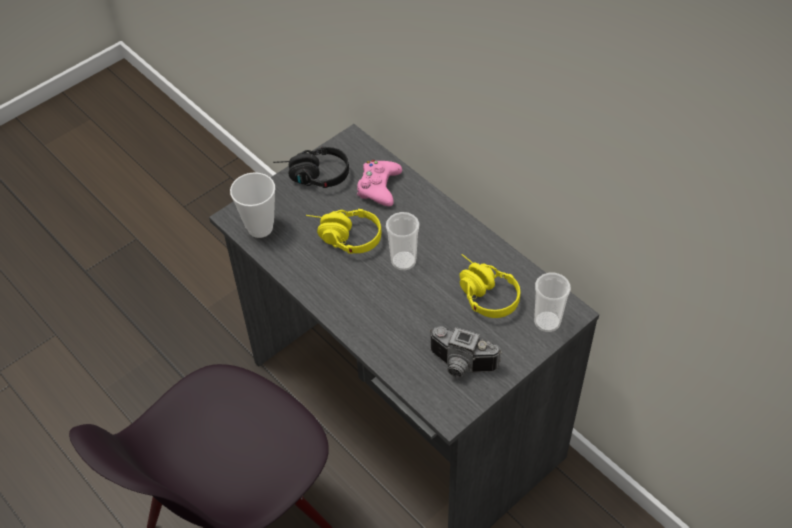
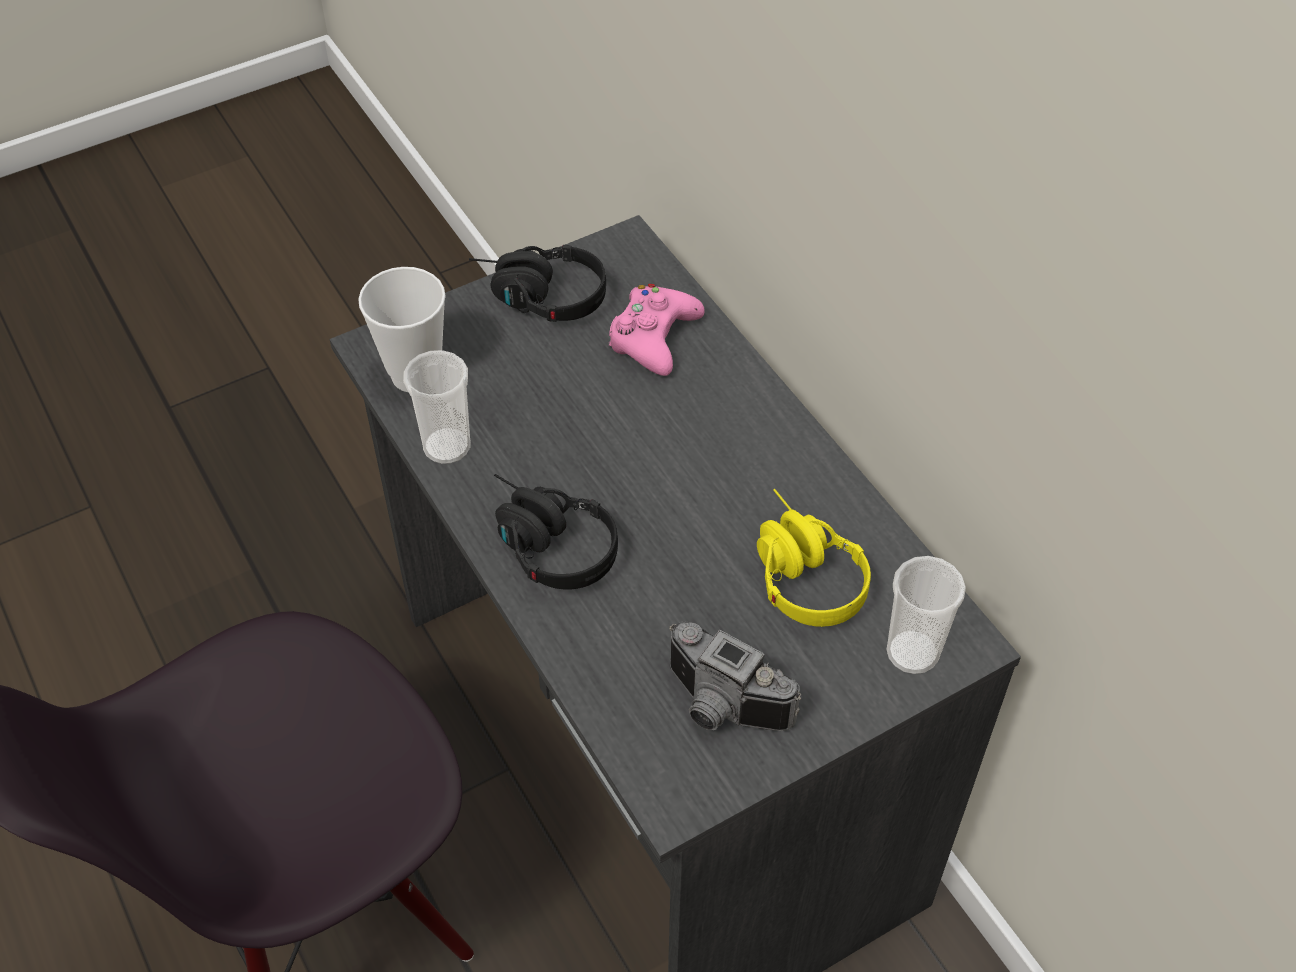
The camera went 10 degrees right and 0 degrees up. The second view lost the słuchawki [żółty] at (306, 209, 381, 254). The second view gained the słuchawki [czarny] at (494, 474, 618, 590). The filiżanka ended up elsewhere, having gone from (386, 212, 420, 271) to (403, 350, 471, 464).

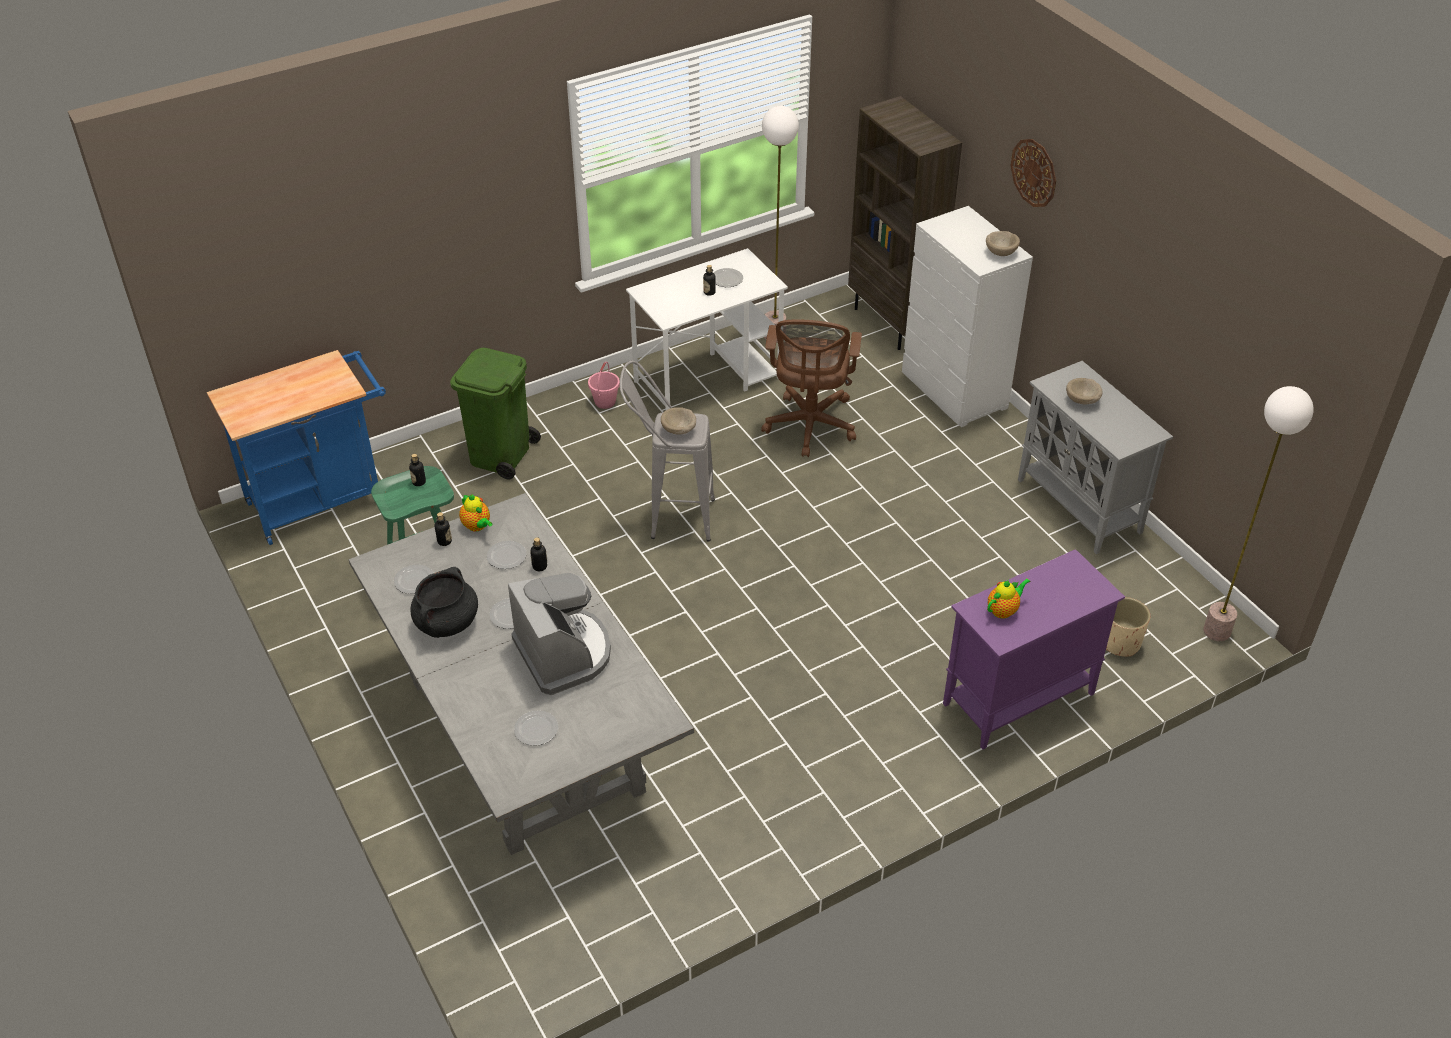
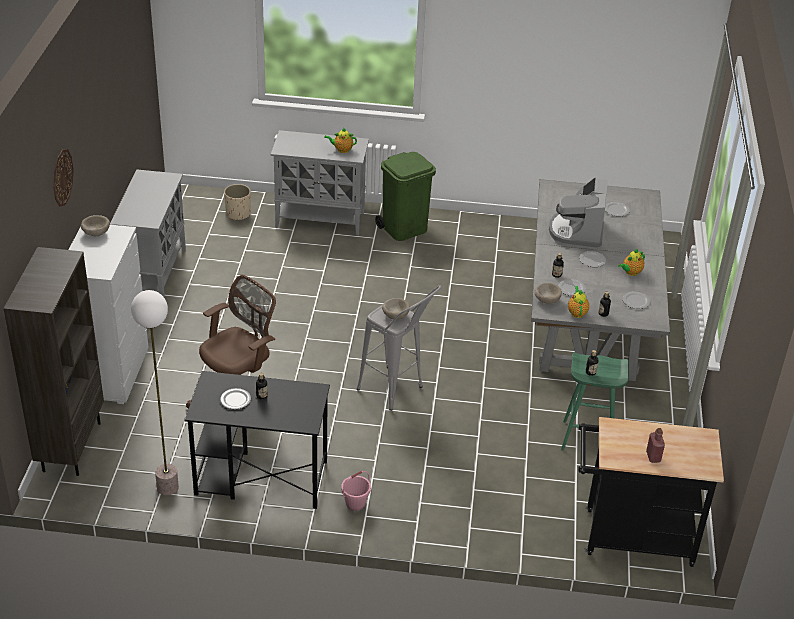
The camera went 145 degrees left and 5 degrees down. The second view lost the lampa stojąca at (1203, 386, 1314, 641). The second view gained the butelka [czerwony] at (646, 428, 665, 463). The kosz na śmieci [zielony] ended up elsewhere, having gone from (450, 348, 541, 479) to (375, 152, 436, 241). The miska [beżowy] ended up elsewhere, having gone from (1066, 378, 1103, 405) to (534, 283, 562, 304). Where the garnek [czarny] stood at (410, 567, 478, 638), the imbryk came to stand at (618, 249, 645, 276). What was the wózek [niebieski] at (207, 350, 386, 545) turned into the wózek [czarny] at (579, 417, 724, 567). What was the biurko [biały] at (626, 248, 788, 411) turned into the biurko [czarny] at (185, 371, 330, 509). What was the szafka [fioletowy] at (943, 549, 1125, 749) turned into the szafka [szary] at (271, 130, 369, 235).

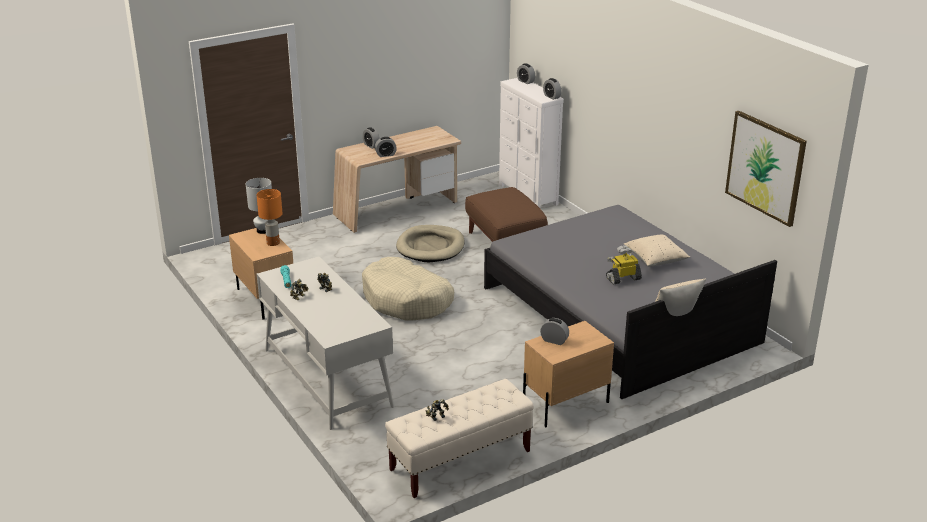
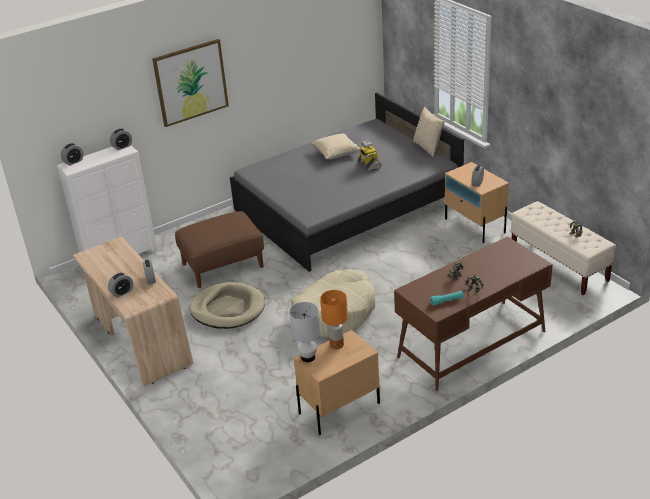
The camera went 90 degrees left and 5 degrees up. The obraz ended up elsewhere, having gone from (725, 111, 807, 227) to (152, 39, 229, 127). What was the biurko [biały] at (257, 256, 394, 430) turned into the biurko [brązowy] at (394, 236, 553, 391).

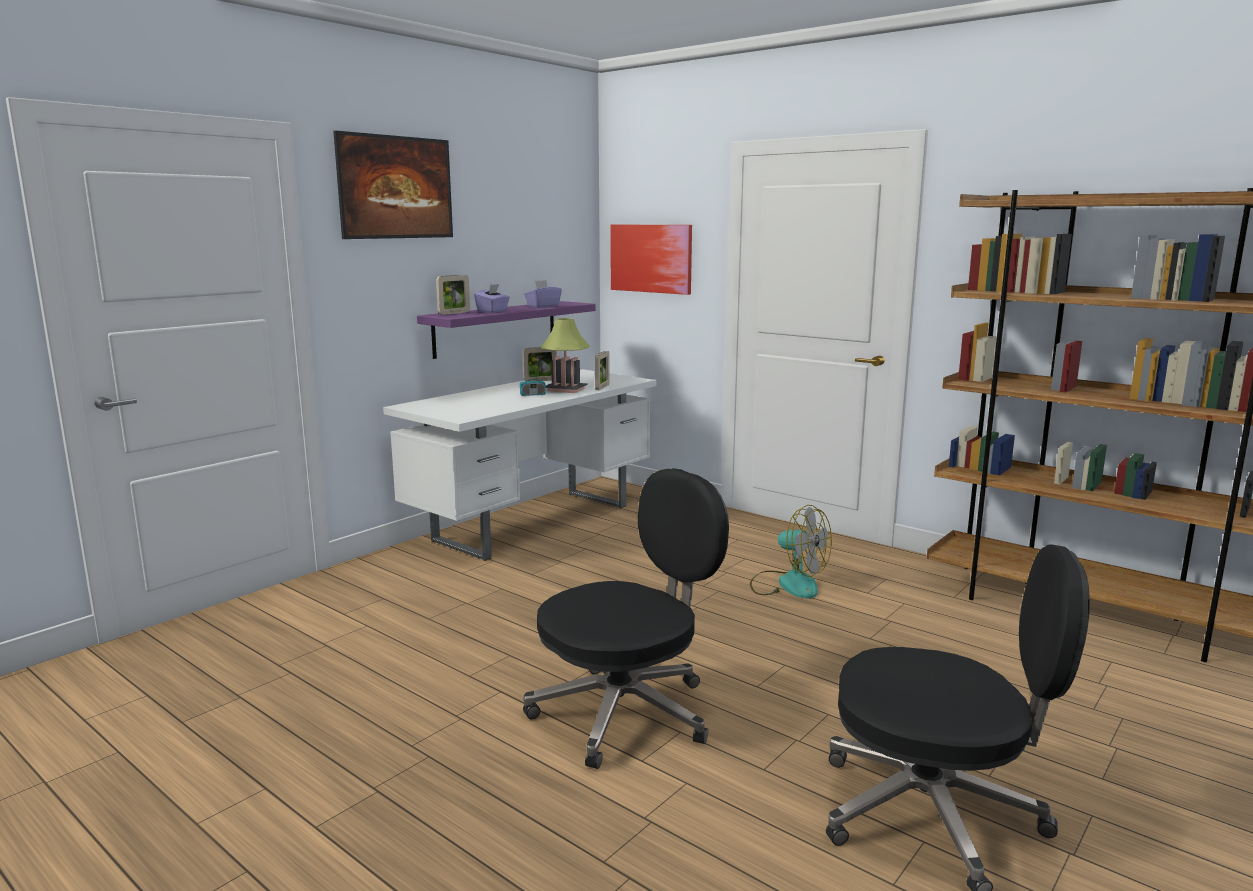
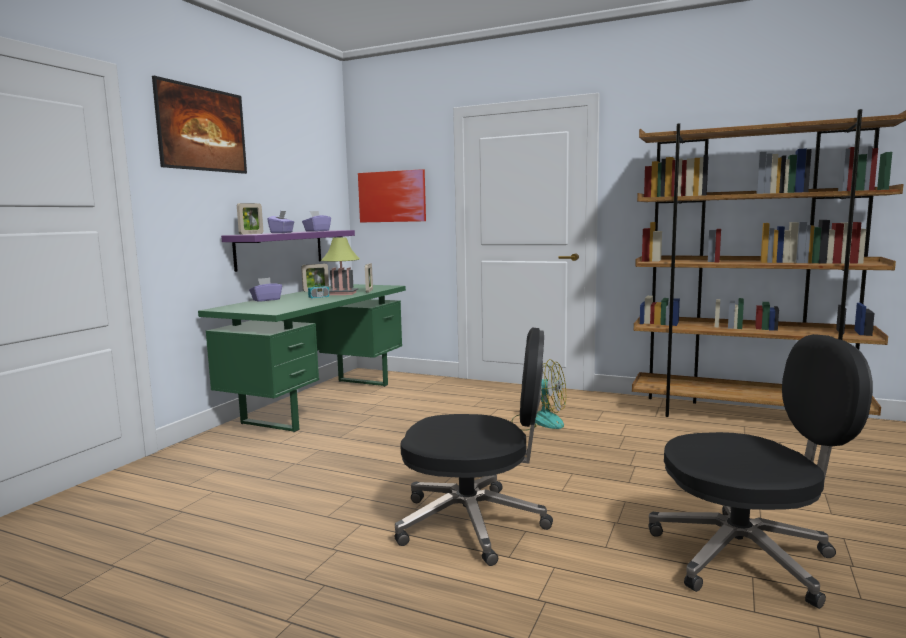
The camera went 15 degrees left and 5 degrees down. The second view gained the pudełko chusteczek [fioletowy] at (249, 278, 282, 302). What was the biurko [biały] at (383, 369, 657, 561) turned into the biurko [zielony] at (198, 284, 406, 432). The krzesło biurowe [czarny] at (523, 468, 729, 769) ended up facing another way, 60 degrees clockwise from before.

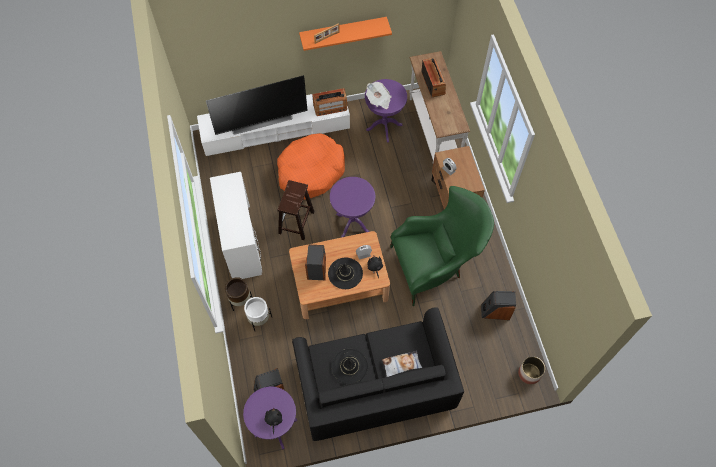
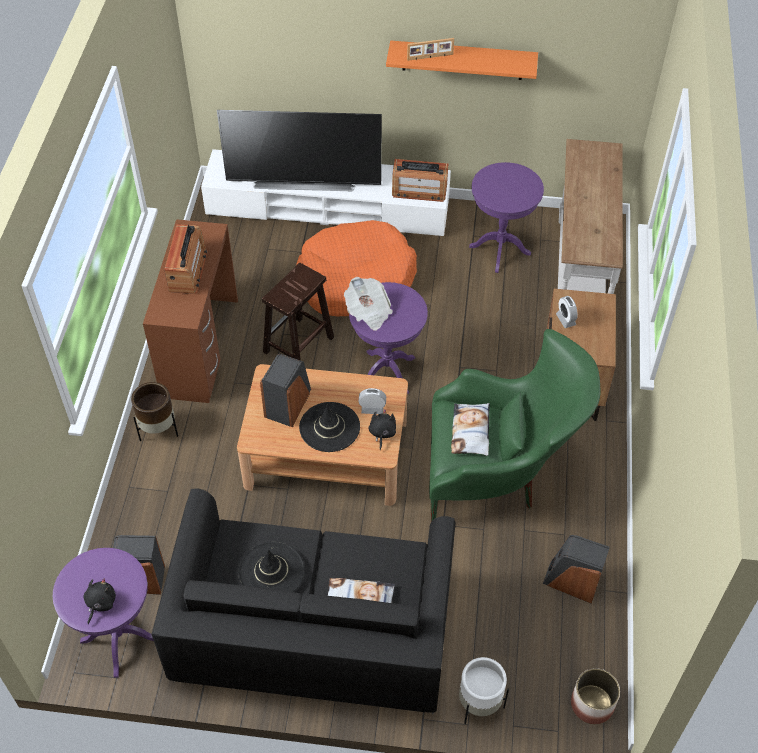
The camera went 20 degrees right and 10 degrees down. The second view gained the poduszka at (451, 403, 490, 456). The donica [biały] ended up elsewhere, having gone from (244, 297, 272, 331) to (459, 657, 509, 724). The gazeta ended up elsewhere, having gone from (366, 82, 392, 109) to (344, 277, 393, 330). The radio ended up elsewhere, having gone from (421, 58, 446, 98) to (164, 224, 208, 294). What was the biurko [biały] at (210, 172, 262, 279) turned into the biurko [brązowy] at (143, 219, 238, 403).

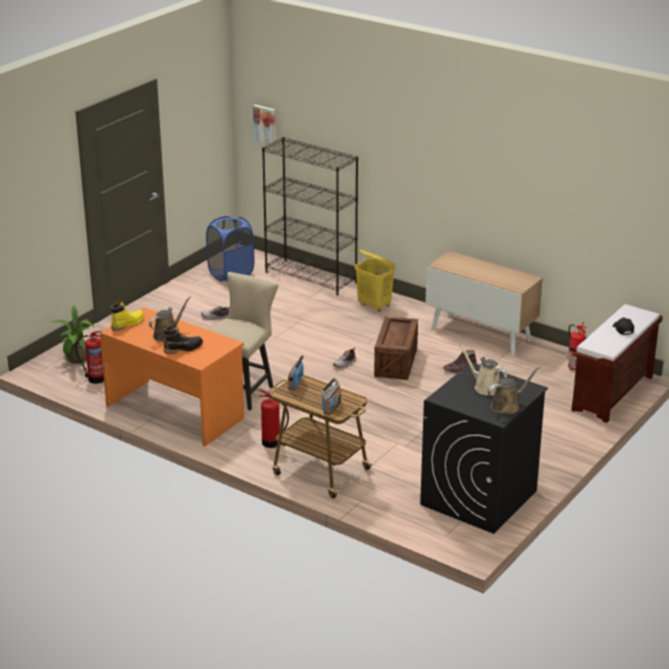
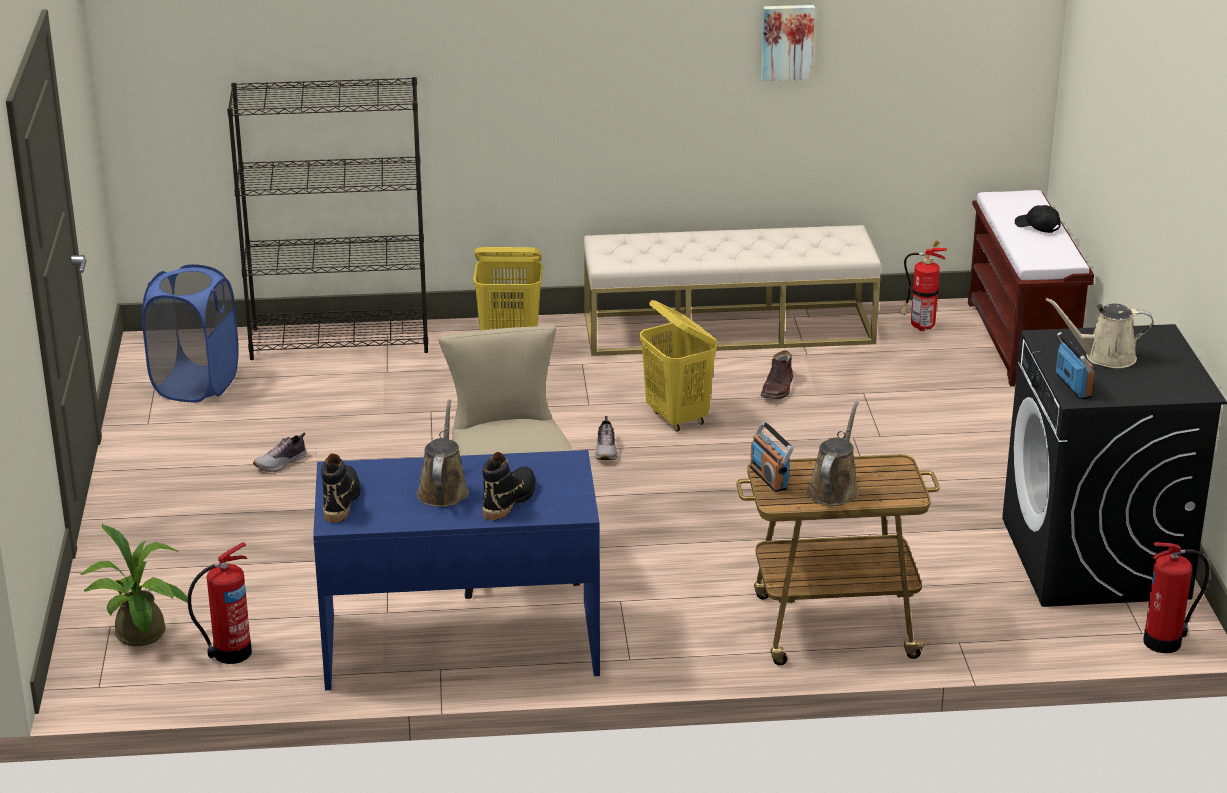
The camera went 40 degrees left and 0 degrees up. The obraz ended up elsewhere, having gone from (253, 104, 276, 146) to (761, 5, 815, 81). The gaśnica ended up elsewhere, having gone from (259, 389, 289, 448) to (1143, 542, 1209, 653). The radio ended up elsewhere, having gone from (321, 378, 341, 415) to (1056, 332, 1094, 400). The konewka [brązowy] ended up elsewhere, having gone from (488, 366, 540, 414) to (807, 401, 859, 506). Where the skrzynka stood at (374, 316, 418, 380), the kosz na pranie [żółty] came to stand at (639, 300, 717, 431). Where the szafka stood at (425, 251, 543, 356), the ławka [beżowy] came to stand at (584, 225, 881, 356). What was the biurko [pomarańczowy] at (100, 307, 244, 446) turned into the biurko [niebieski] at (313, 450, 600, 690). What was the but z cholewką [żółty] at (111, 300, 144, 331) turned into the but z cholewką [czarny] at (321, 453, 361, 523).

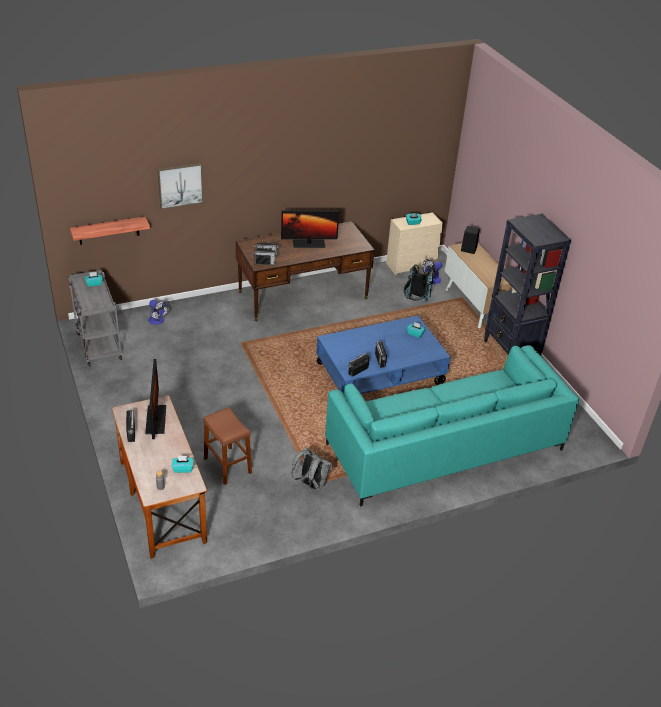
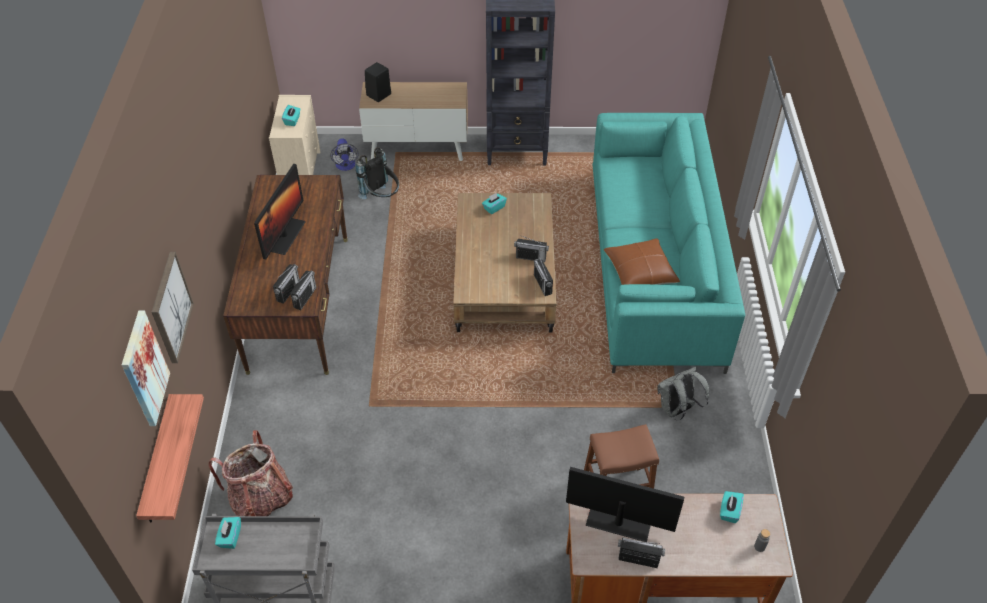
The camera went 65 degrees left and 10 degrees up. The second view gained the obraz at (122, 311, 170, 426). The second view gained the poduszka [brązowy] at (603, 238, 680, 285). Where the wentylator stood at (148, 300, 170, 325), the plecak came to stand at (208, 430, 293, 516). What was the ława [niebieski] at (316, 315, 451, 394) turned into the ława [brązowy] at (453, 193, 557, 333).

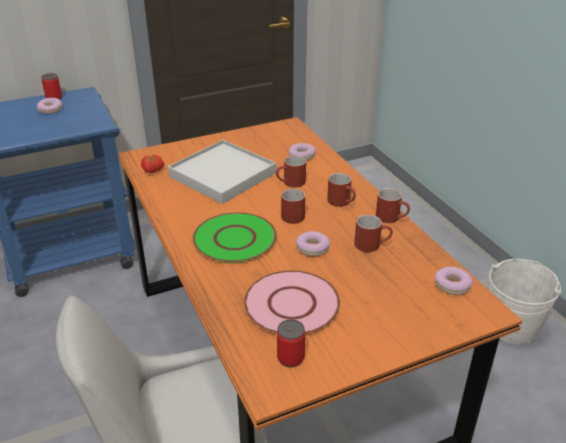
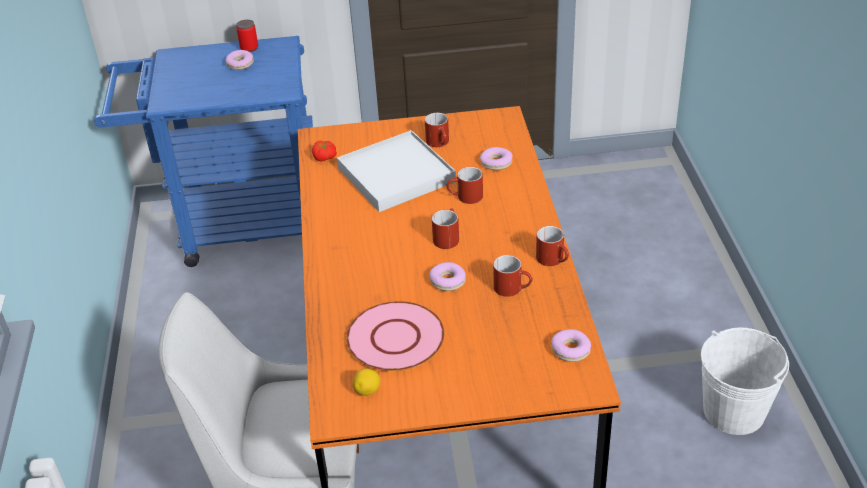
The camera went 20 degrees right and 5 degrees up. The second view lost the talerz [zielony] at (193, 212, 277, 263). The kubek [czerwony] ended up elsewhere, having gone from (327, 173, 356, 207) to (425, 113, 449, 147). Where the puszka stood at (277, 319, 305, 368), the cytryna came to stand at (353, 369, 380, 396).

